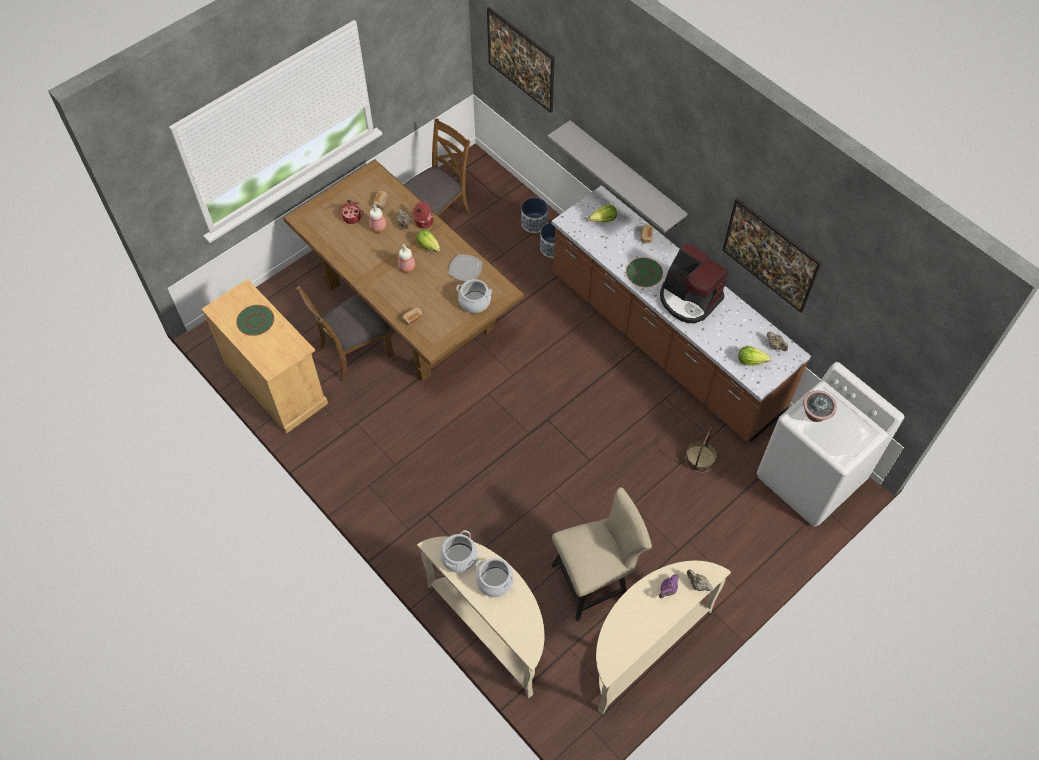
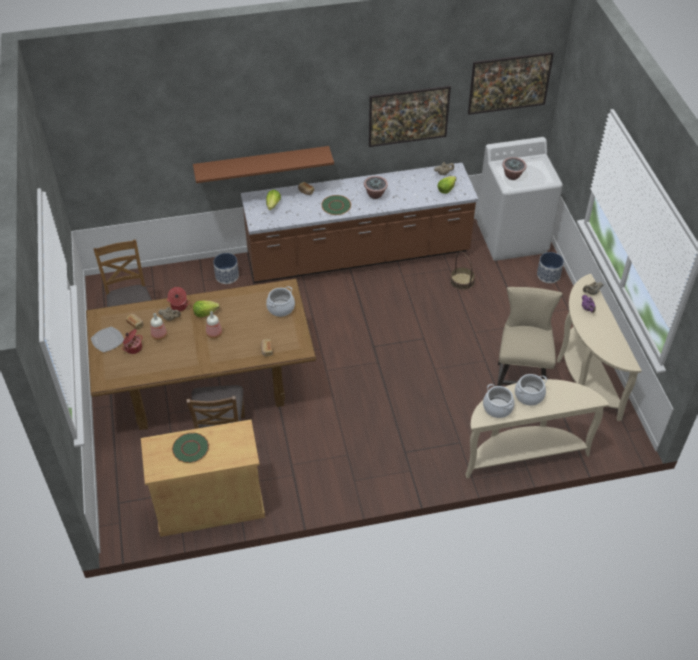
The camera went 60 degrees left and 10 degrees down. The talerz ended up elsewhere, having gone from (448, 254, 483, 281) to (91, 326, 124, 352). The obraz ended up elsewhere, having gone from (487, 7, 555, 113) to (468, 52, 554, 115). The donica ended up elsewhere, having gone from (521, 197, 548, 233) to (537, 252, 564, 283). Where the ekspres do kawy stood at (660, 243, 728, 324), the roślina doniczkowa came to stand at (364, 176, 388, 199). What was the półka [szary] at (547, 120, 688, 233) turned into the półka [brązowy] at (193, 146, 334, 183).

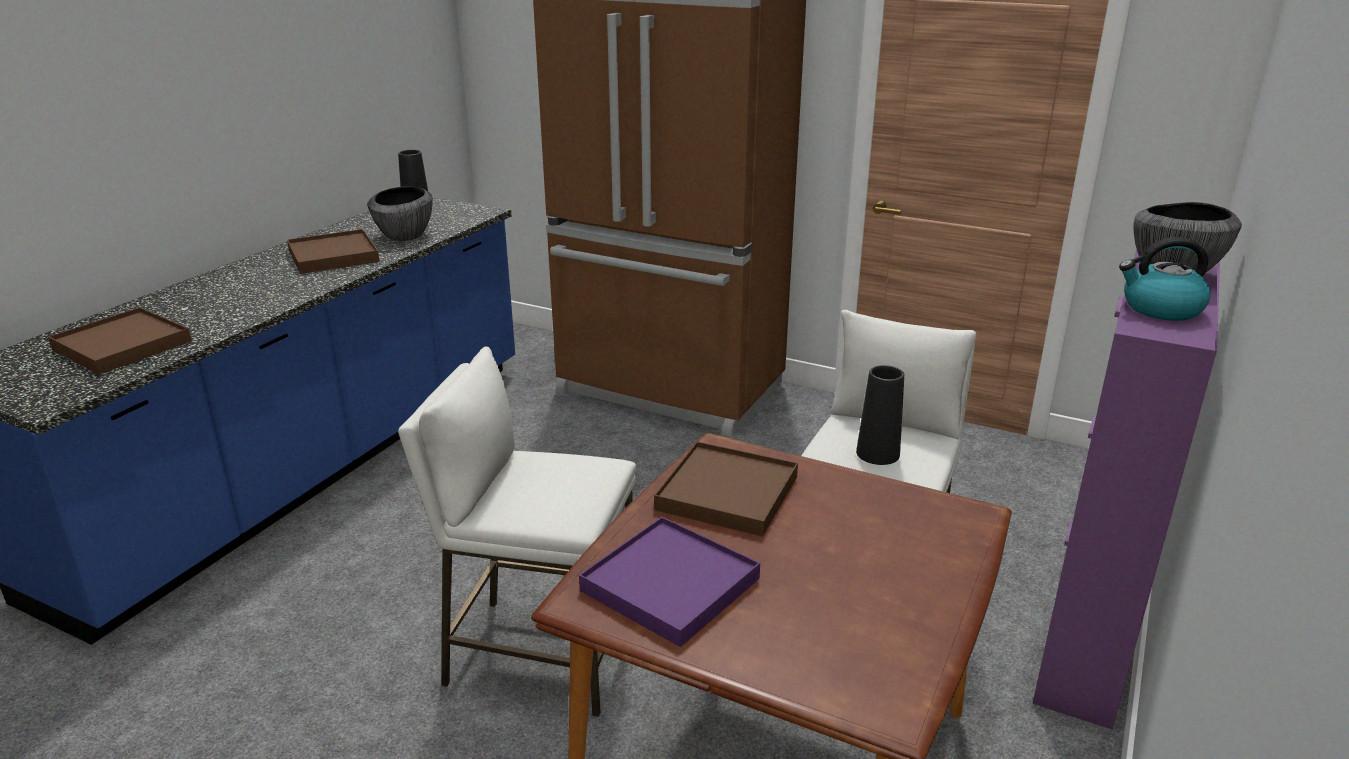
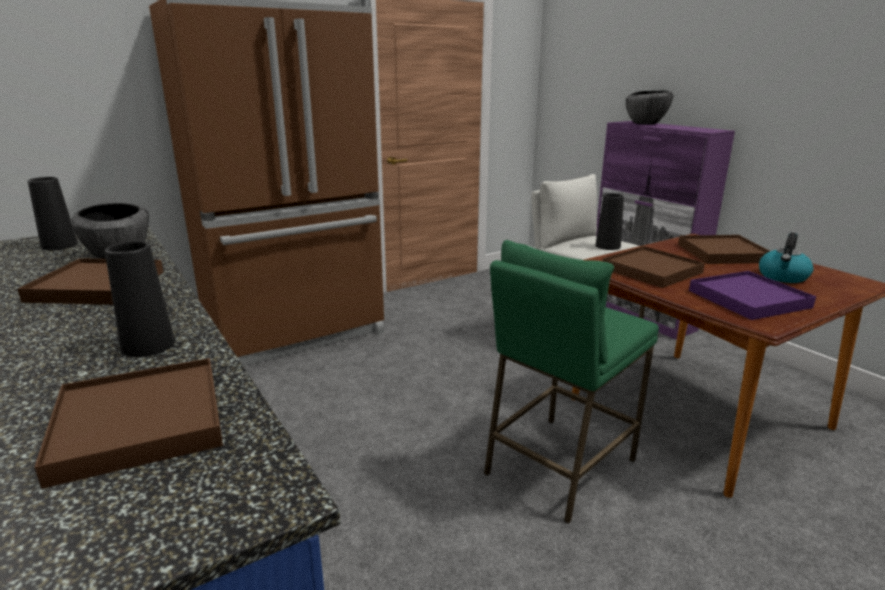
The camera went 60 degrees left and 5 degrees down. The second view gained the wazon [czarny] at (105, 241, 175, 357). The second view gained the taca [brązowy] at (678, 235, 770, 264). The czajnik ended up elsewhere, having gone from (1119, 237, 1211, 321) to (759, 232, 813, 283). What was the stołek [biały] at (398, 347, 636, 717) turned into the stołek [zielony] at (484, 240, 659, 524).

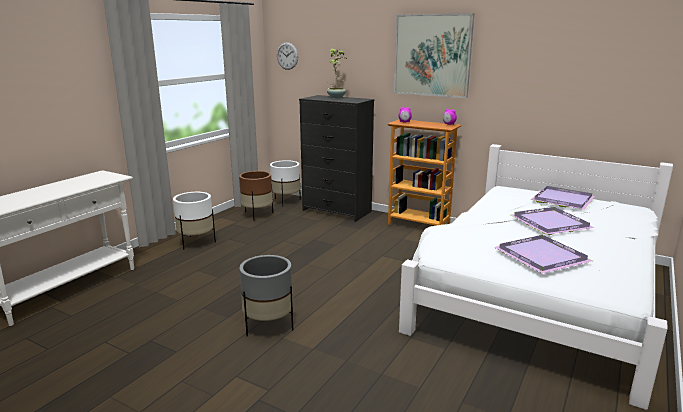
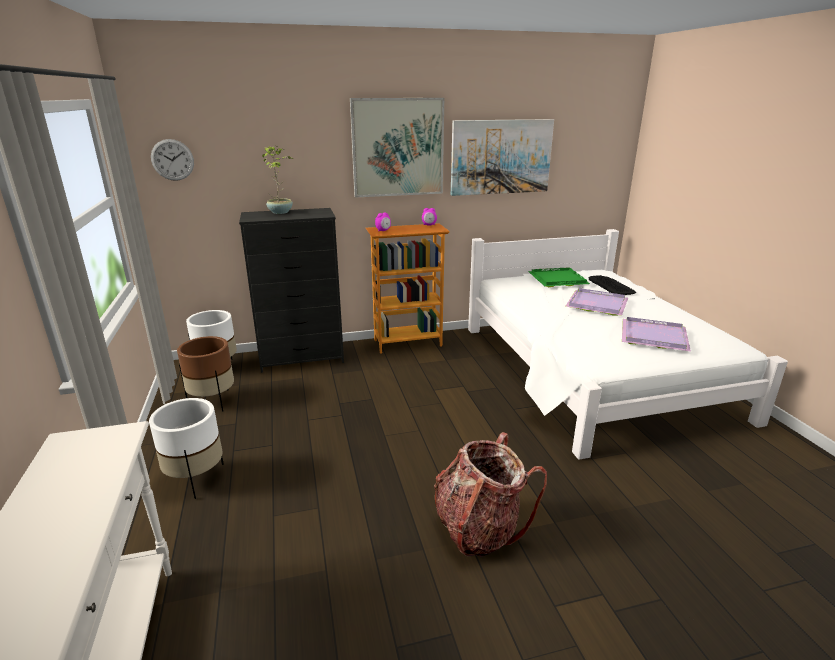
The camera went 45 degrees left and 5 degrees up. The second view gained the obraz at (451, 119, 554, 196). The second view gained the klawiatura at (589, 275, 636, 295). Where the donica [szary] stood at (239, 255, 293, 336), the plecak came to stand at (434, 432, 547, 557). What was the taca [fioletowy] at (531, 186, 595, 210) turned into the taca [zielony] at (528, 267, 590, 287).

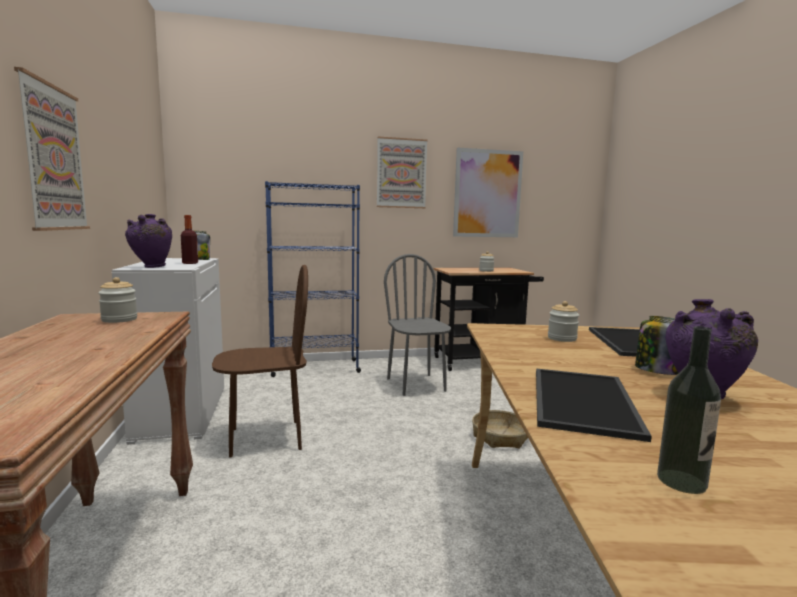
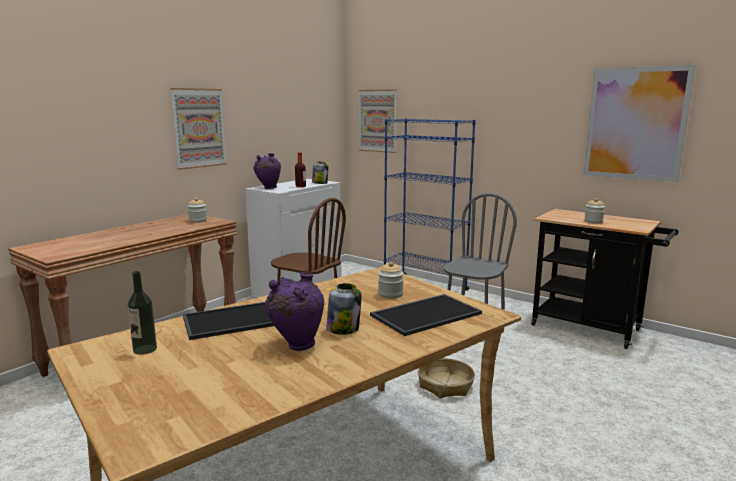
The camera went 50 degrees right and 5 degrees up. The obraz ended up elsewhere, having gone from (377, 137, 427, 208) to (358, 89, 397, 153).

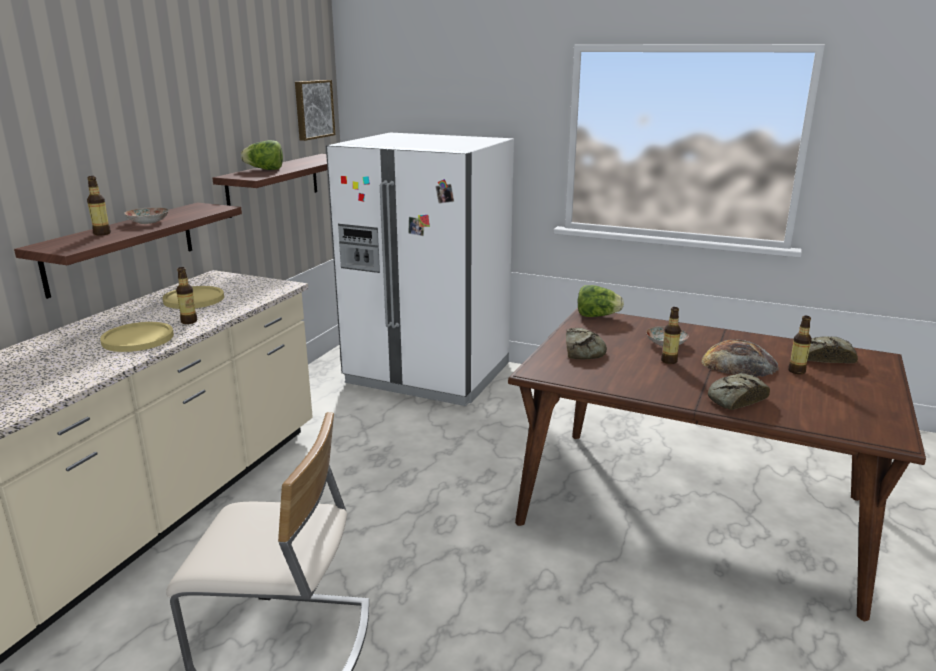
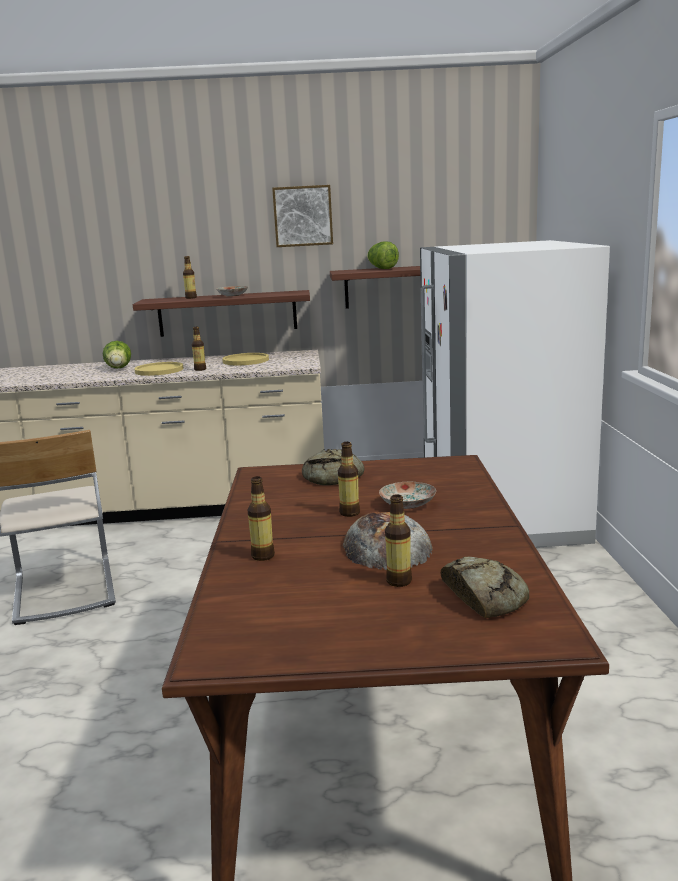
The camera went 65 degrees right and 5 degrees down. The obraz ended up elsewhere, having gone from (295, 80, 335, 141) to (272, 185, 333, 247). The sałata ended up elsewhere, having gone from (578, 285, 624, 317) to (103, 341, 131, 369). Where the chleb stood at (708, 373, 770, 410), the butelka came to stand at (248, 476, 275, 561).

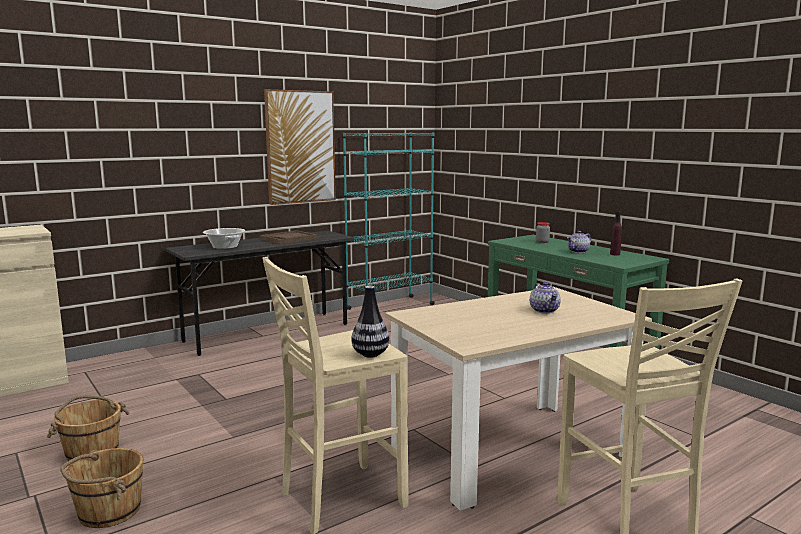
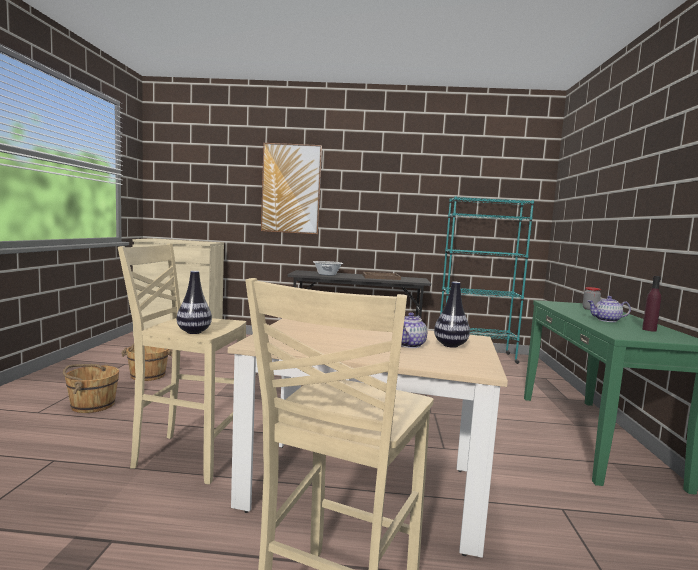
The camera went 40 degrees right and 5 degrees down. The second view gained the wazon at (434, 282, 470, 348). The obraz ended up elsewhere, having gone from (264, 89, 336, 205) to (261, 143, 322, 234).

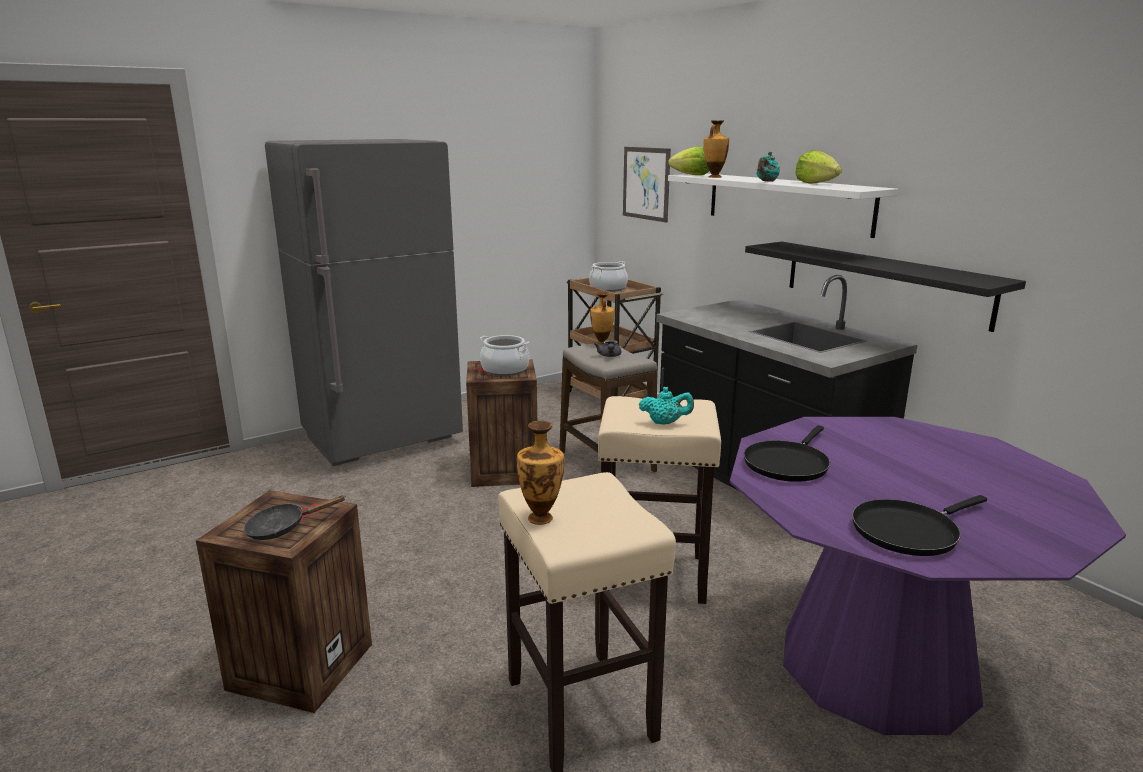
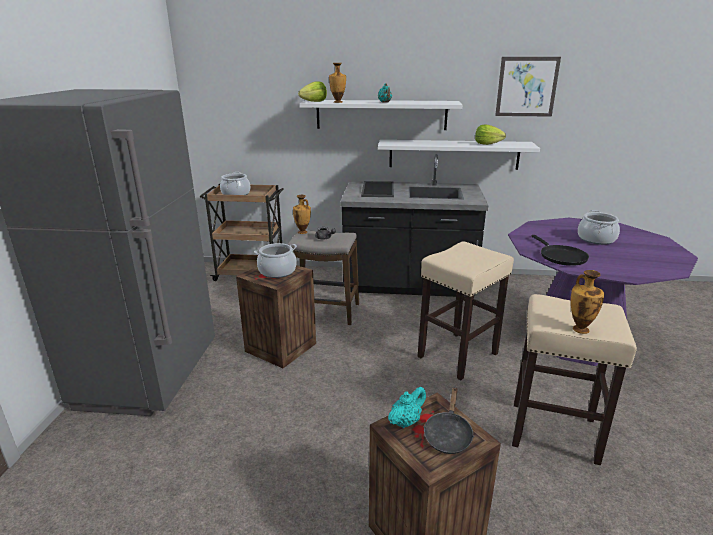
The camera went 50 degrees left and 5 degrees up. The second view lost the patelnia [czarny] at (852, 495, 987, 556). The second view gained the taca at (361, 181, 394, 197). The second view gained the garnek at (578, 210, 620, 245). The obraz ended up elsewhere, having gone from (623, 147, 671, 223) to (495, 57, 561, 117). The imbryk [turkusowy] ended up elsewhere, having gone from (639, 387, 694, 425) to (388, 386, 426, 428). The sałata ended up elsewhere, having gone from (795, 150, 842, 184) to (475, 125, 506, 145). What was the półka [czarny] at (745, 242, 1026, 332) turned into the półka [biały] at (378, 140, 540, 170).

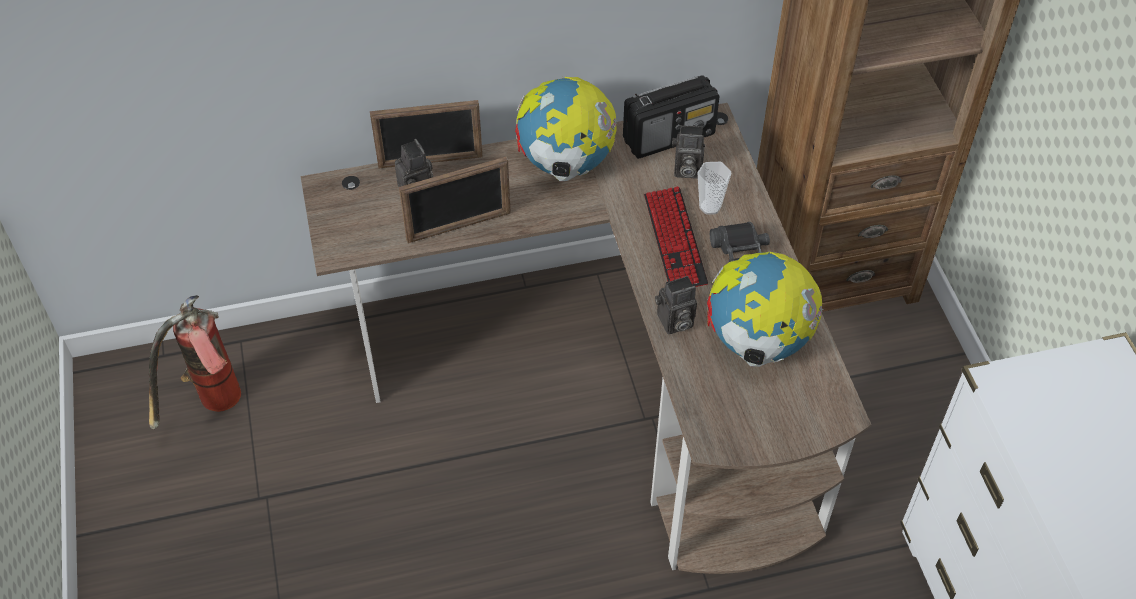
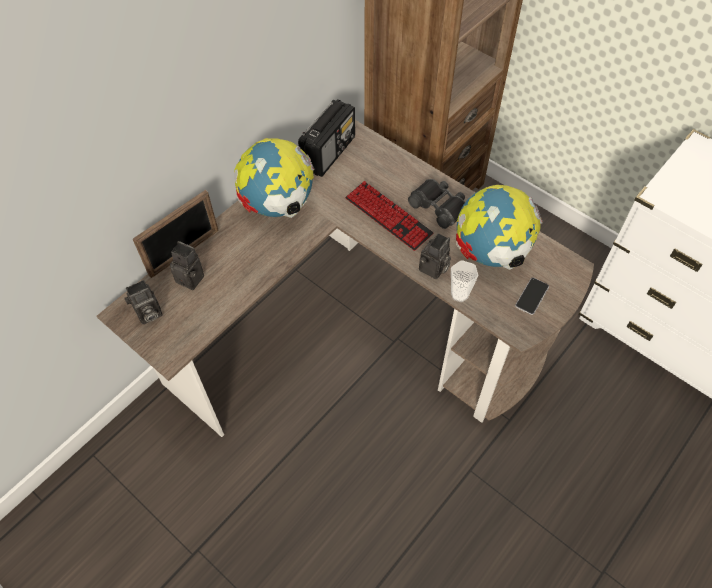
The camera went 35 degrees left and 5 degrees up. The second view lost the gaśnica at (149, 295, 241, 429). The second view lost the ramka na zdjęcie at (399, 157, 511, 243). The second view gained the telefon at (515, 278, 549, 315). The aparat fotograficzny ended up elsewhere, having gone from (672, 125, 705, 179) to (124, 280, 163, 325). The filiżanka ended up elsewhere, having gone from (697, 162, 731, 215) to (451, 260, 478, 302).

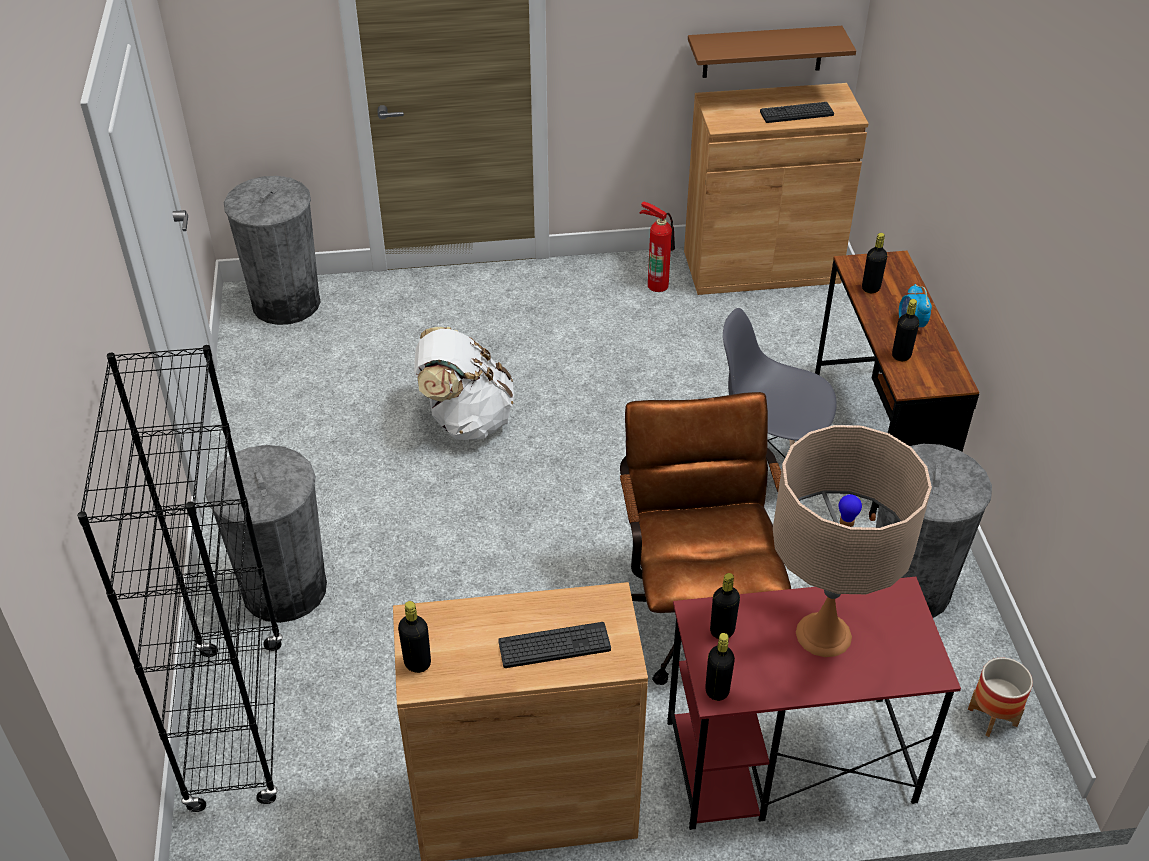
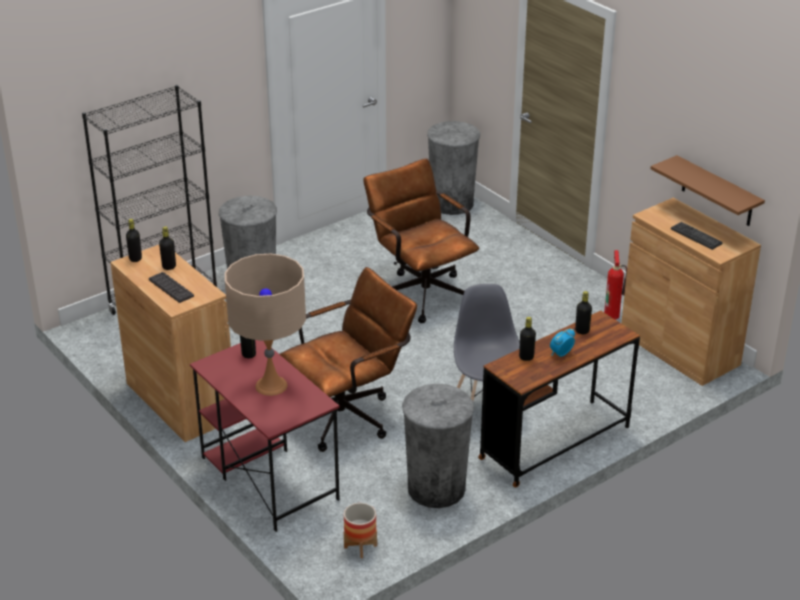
The camera went 60 degrees right and 10 degrees down. The butelka [czarny] ended up elsewhere, having gone from (705, 633, 735, 701) to (159, 227, 176, 270). Where the plecak [biały] stood at (414, 327, 514, 440), the krzesło biurowe [brązowy] came to stand at (363, 159, 479, 323).

